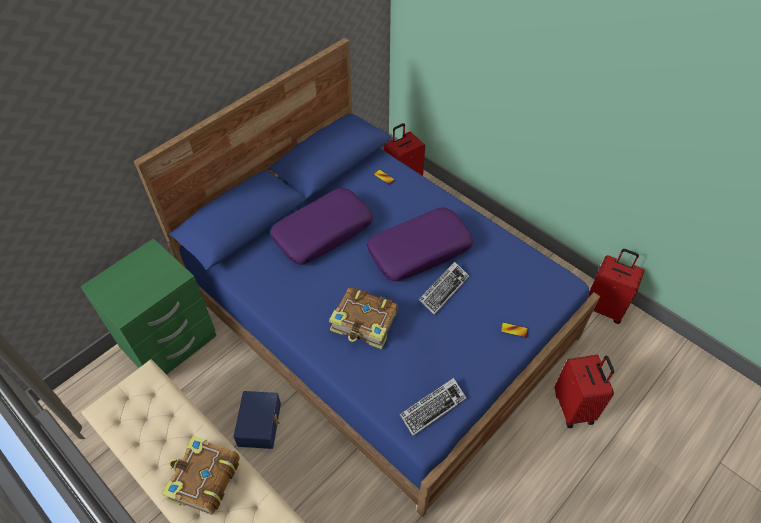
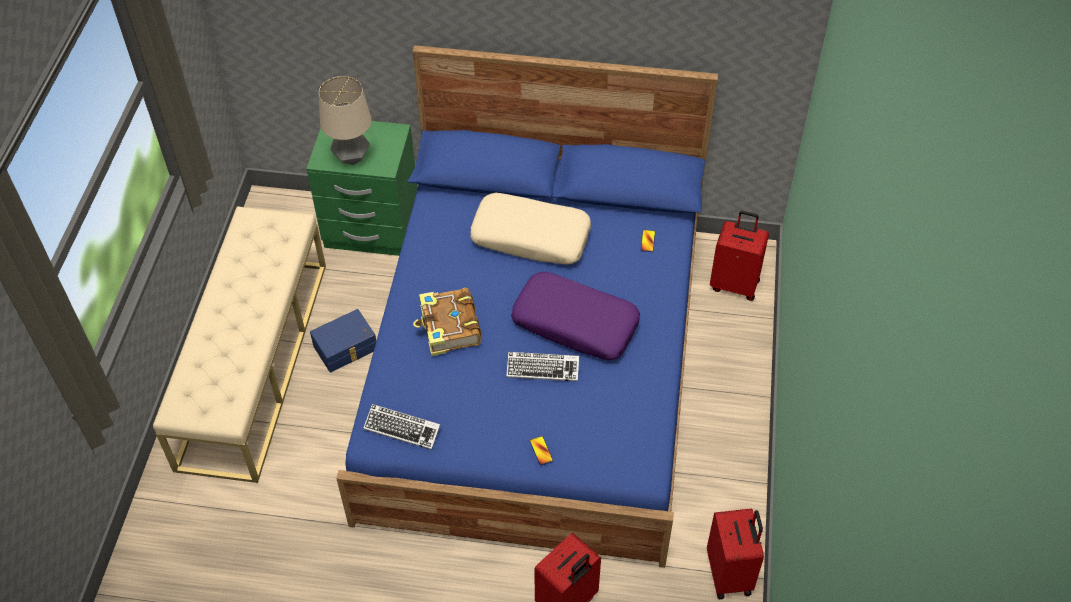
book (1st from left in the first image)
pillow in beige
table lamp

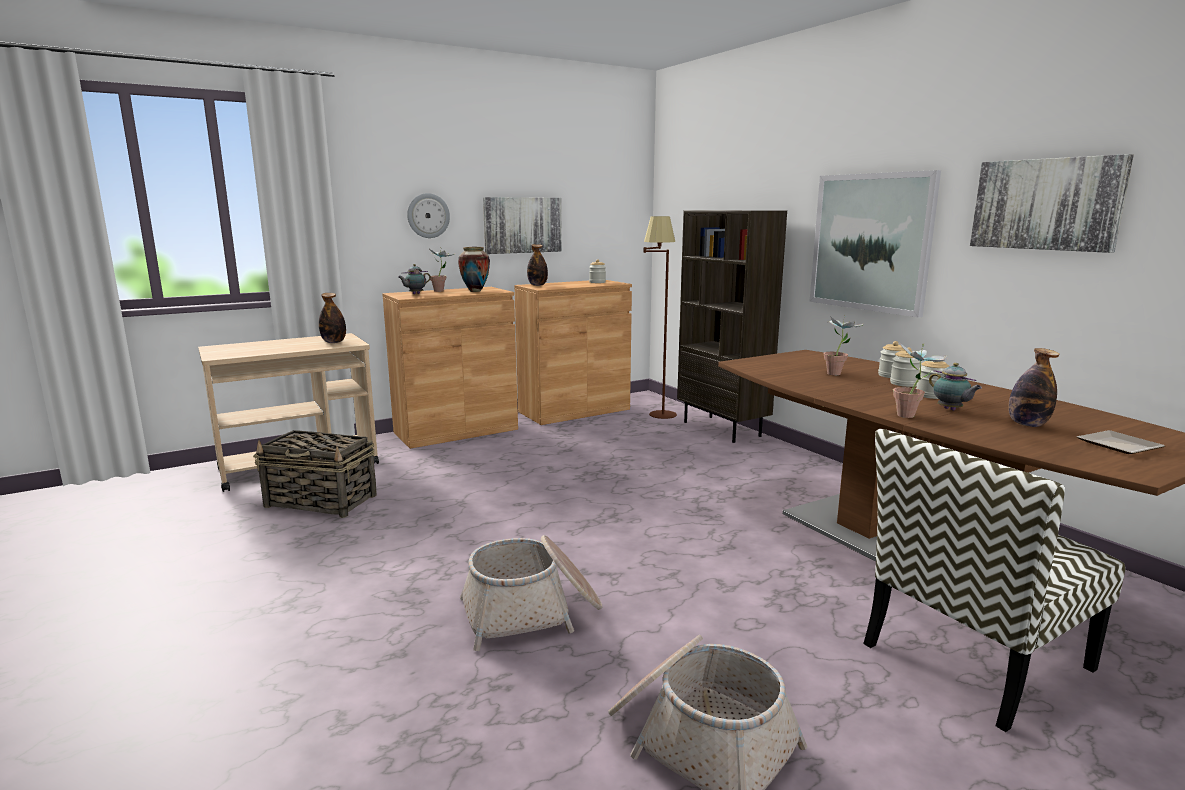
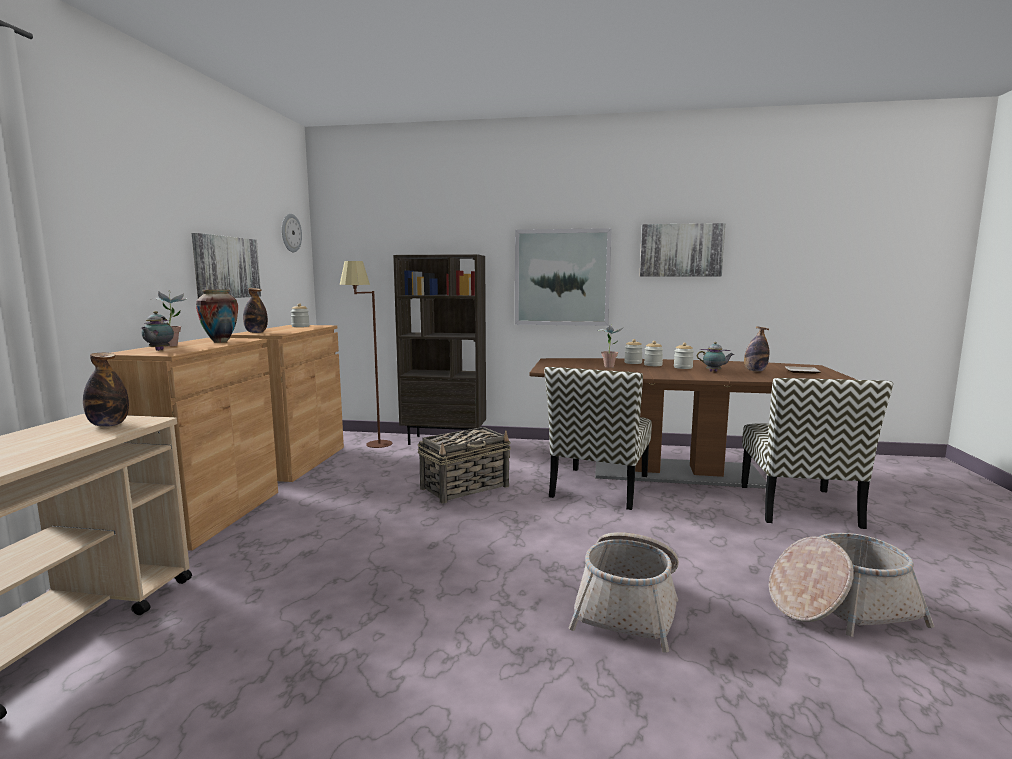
basket (1st from left)
wall clock
potted plant (3rd from left in the first image)
chair (1st from left)

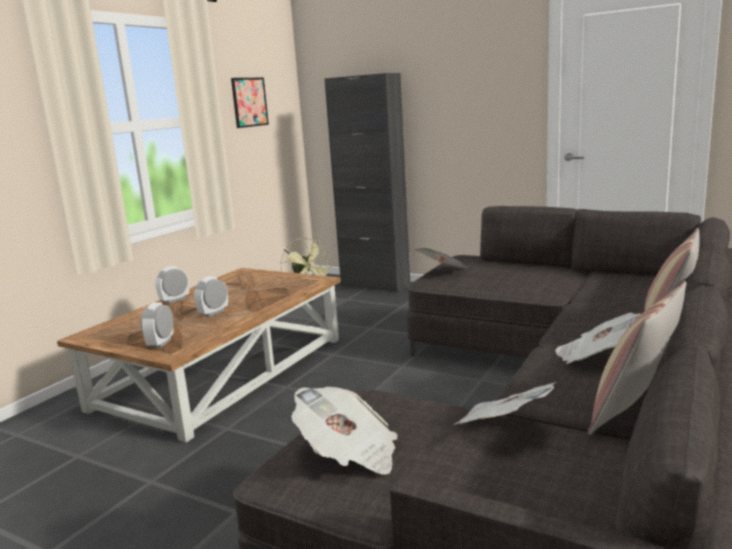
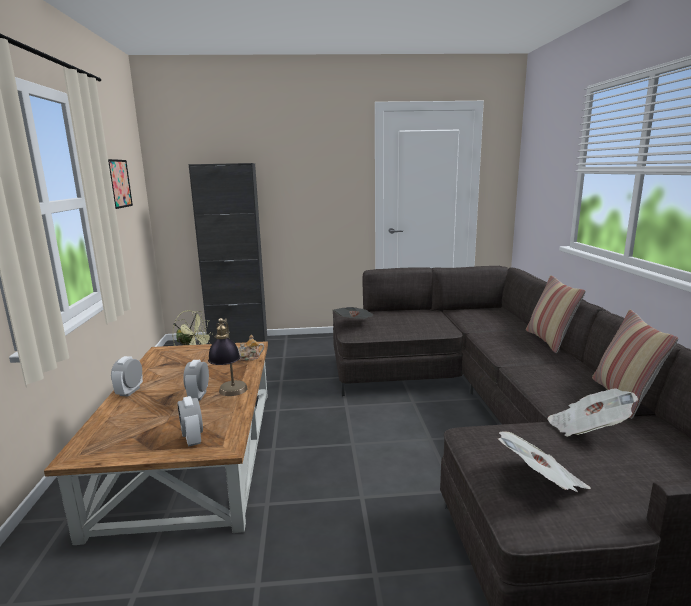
newspaper (4th from left in the first image)
table lamp
teapot

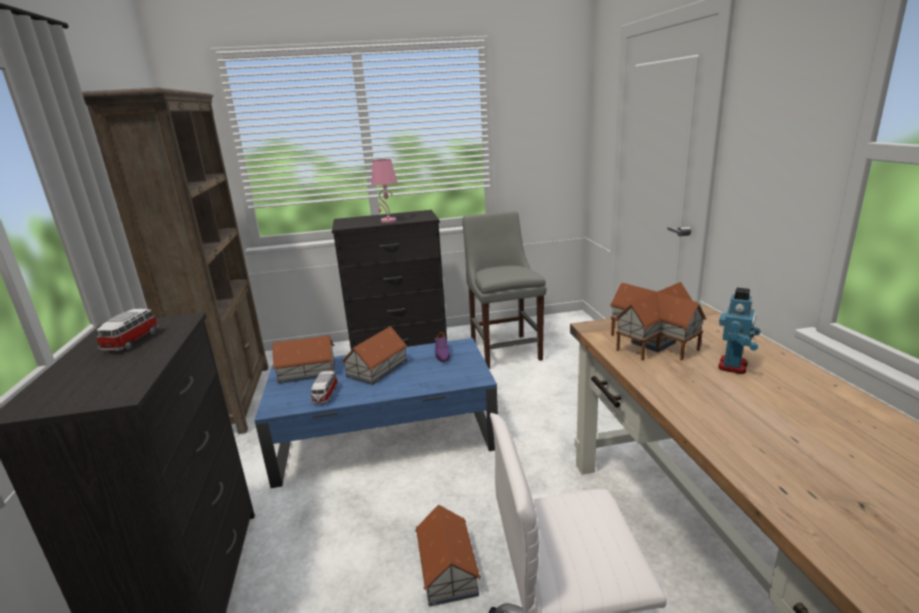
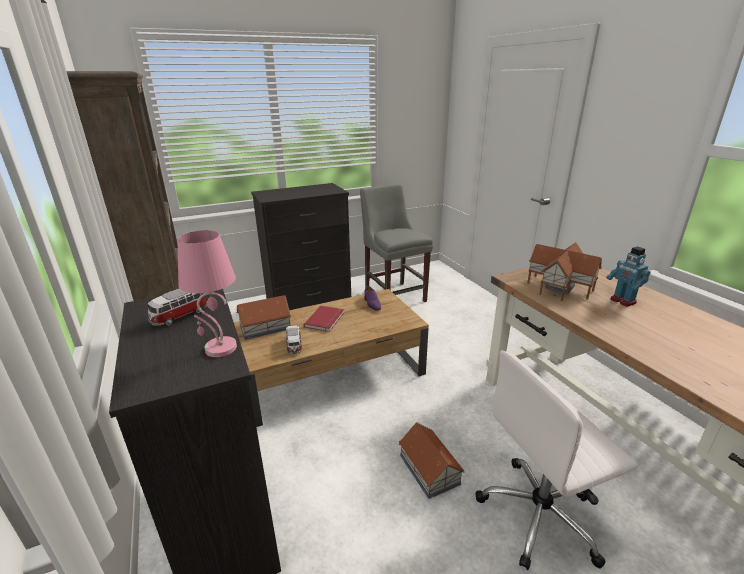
toy car (1st from left)
coffee table in brown
book in red
table lamp in pink
toy robot

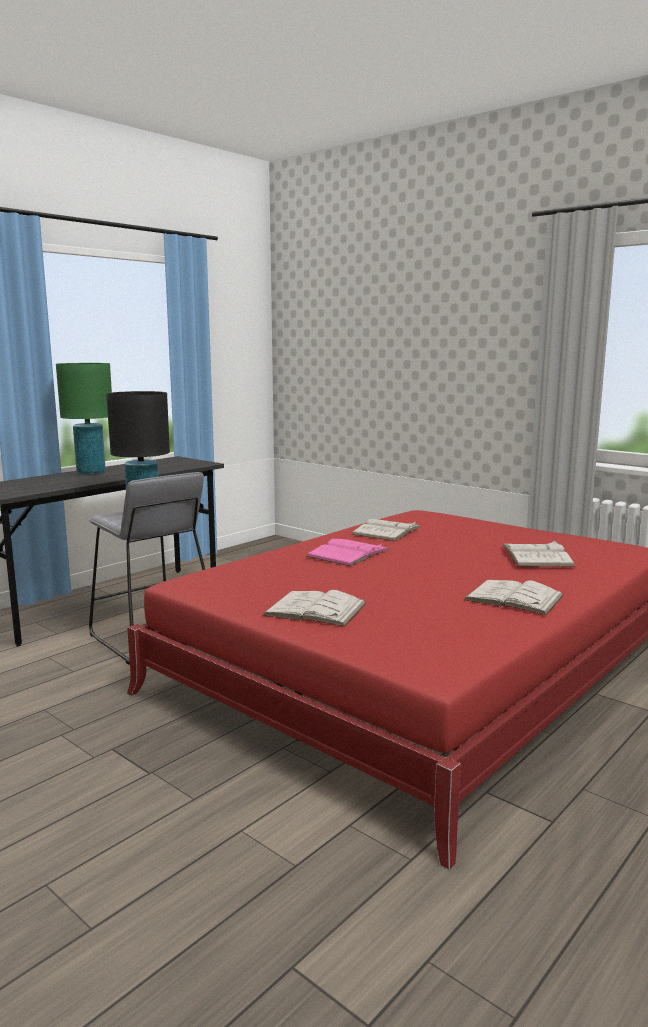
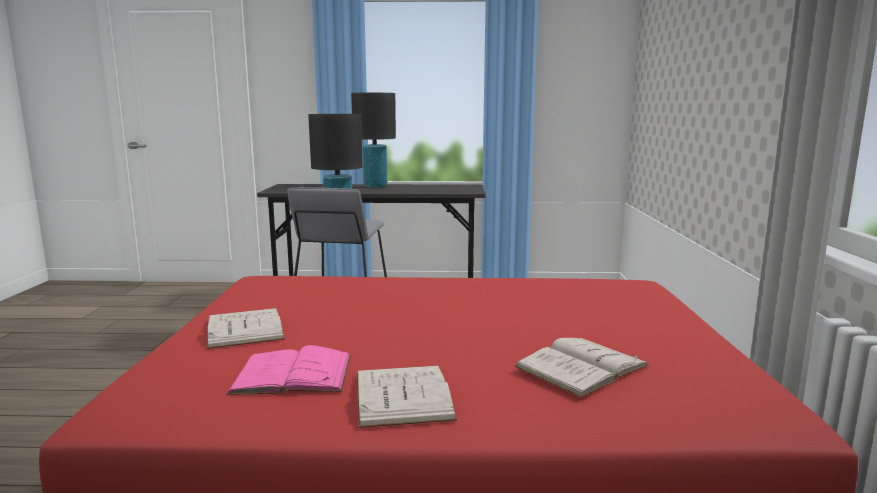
table lamp in black (2nd from left)
book in pink
book in white (2nd from left in the first image)

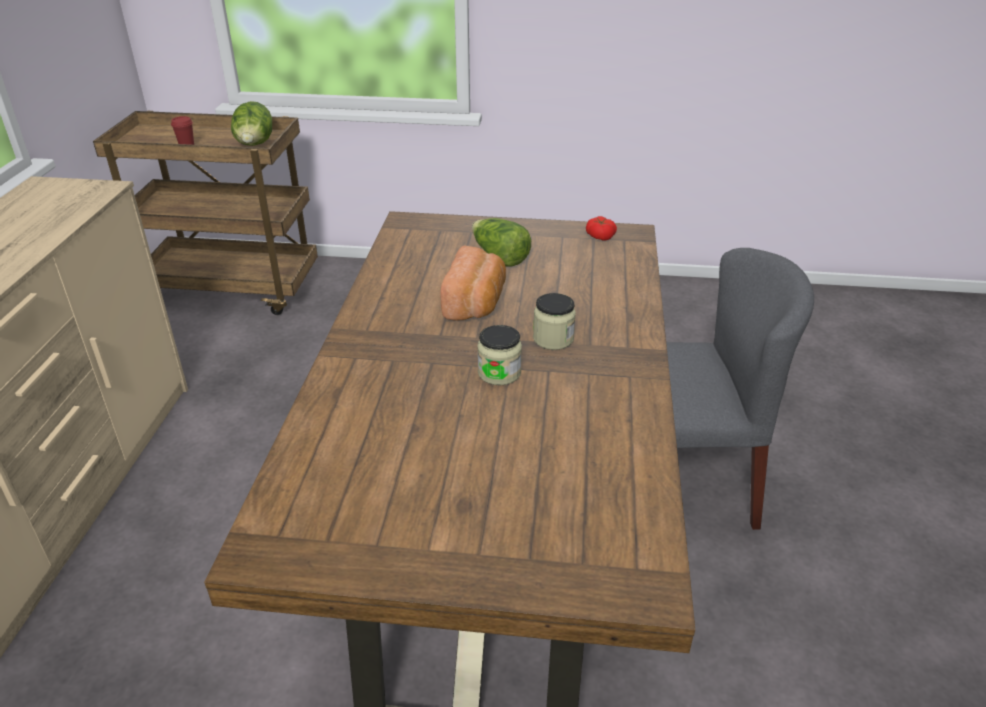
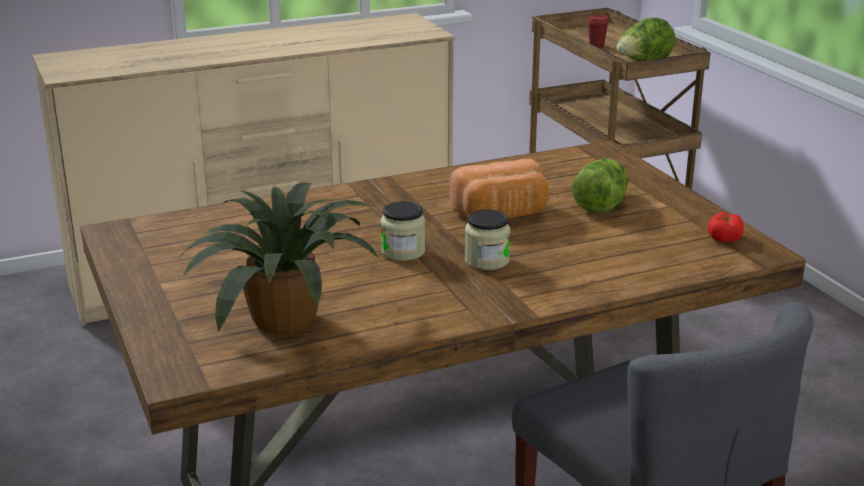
potted plant

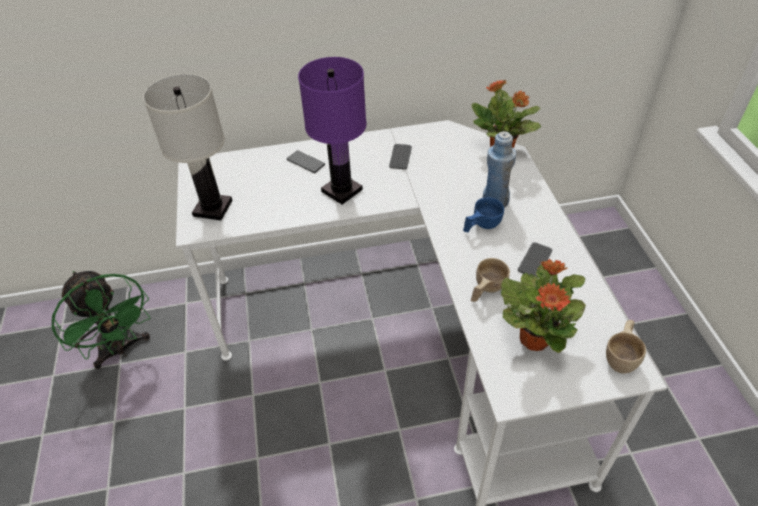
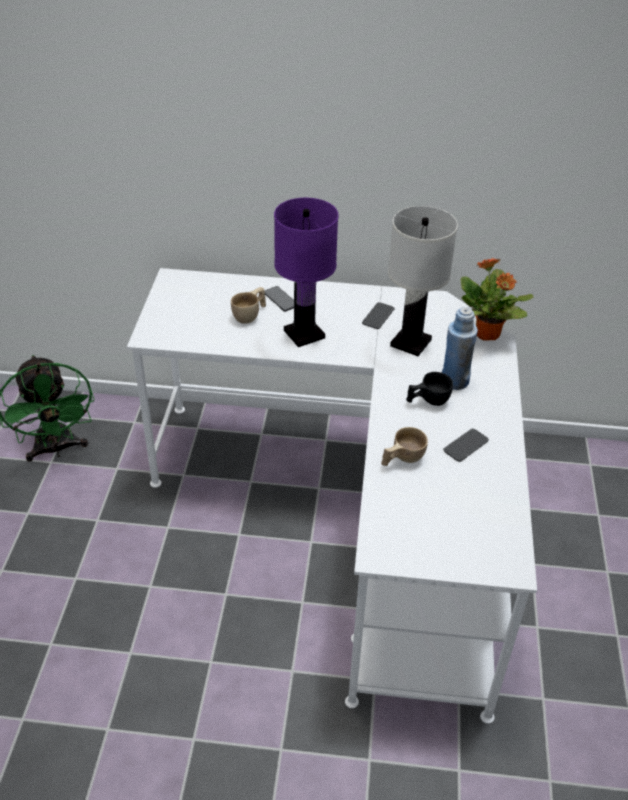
table lamp in white
cup in black
potted plant (2nd from left in the first image)
cup in beige (1st from left)

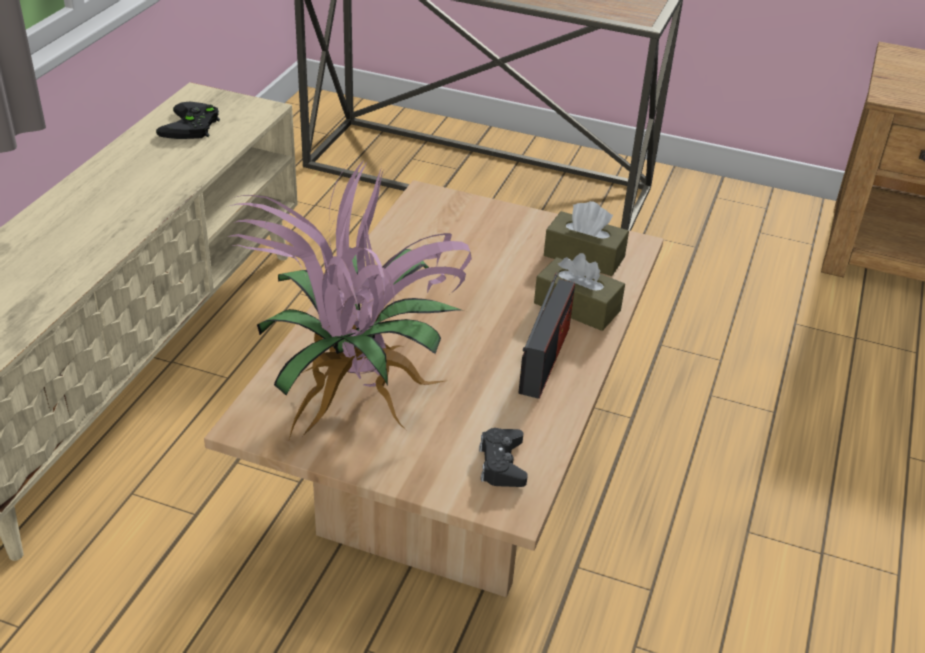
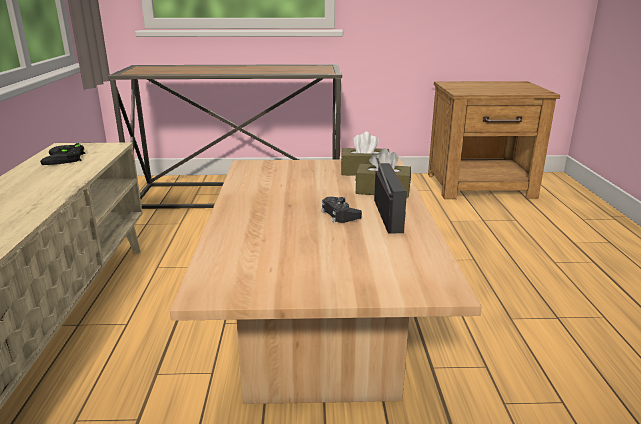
potted plant
game controller in black (2nd from left)

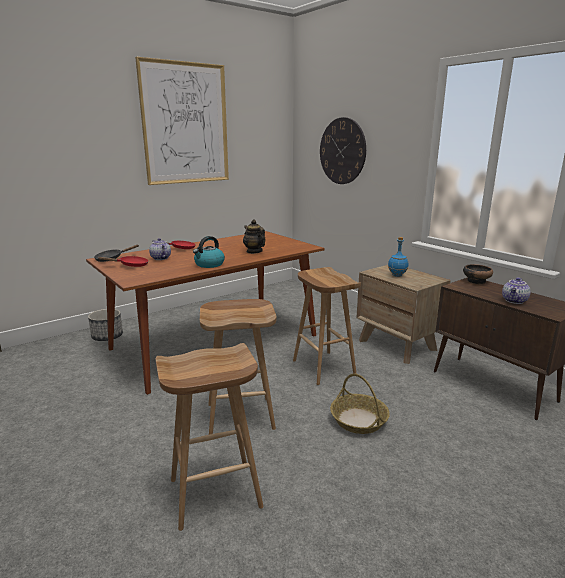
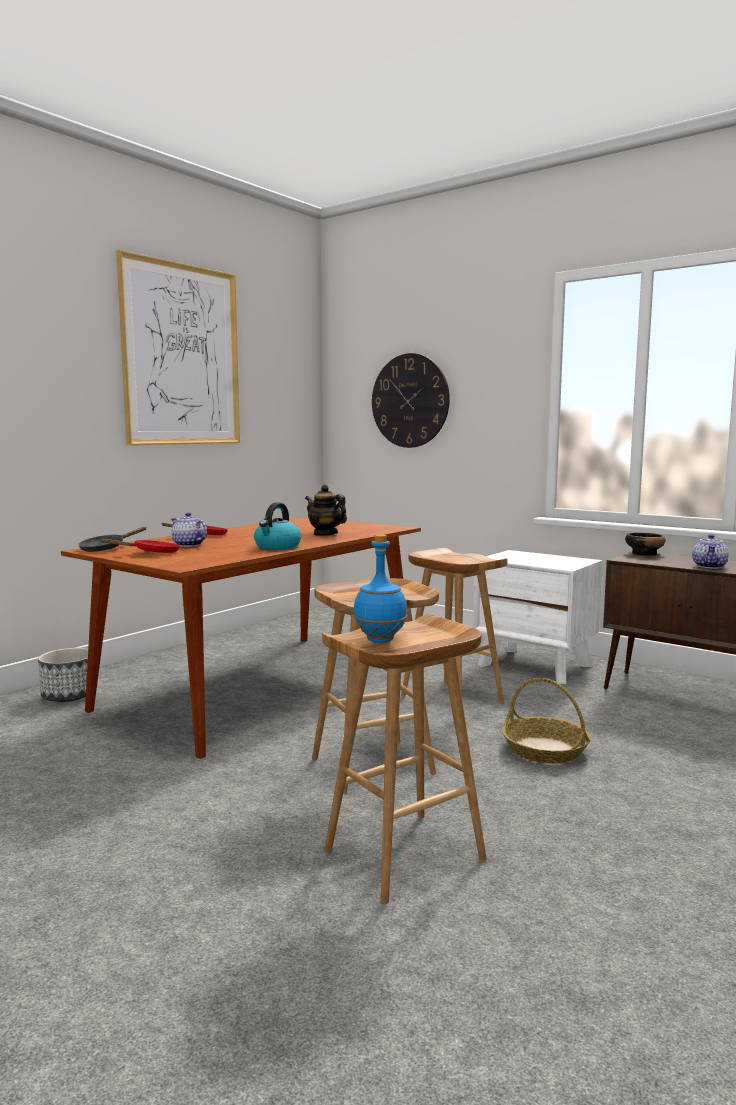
nightstand in white
bottle in blue

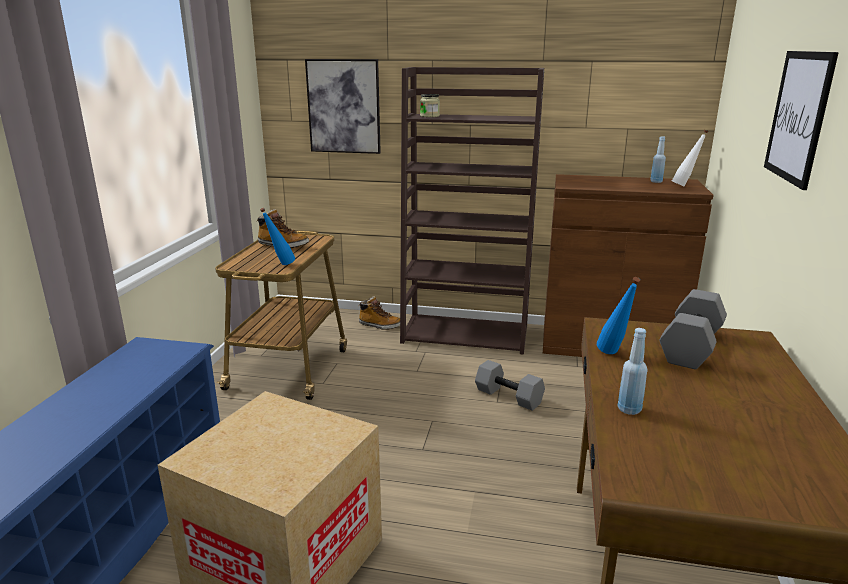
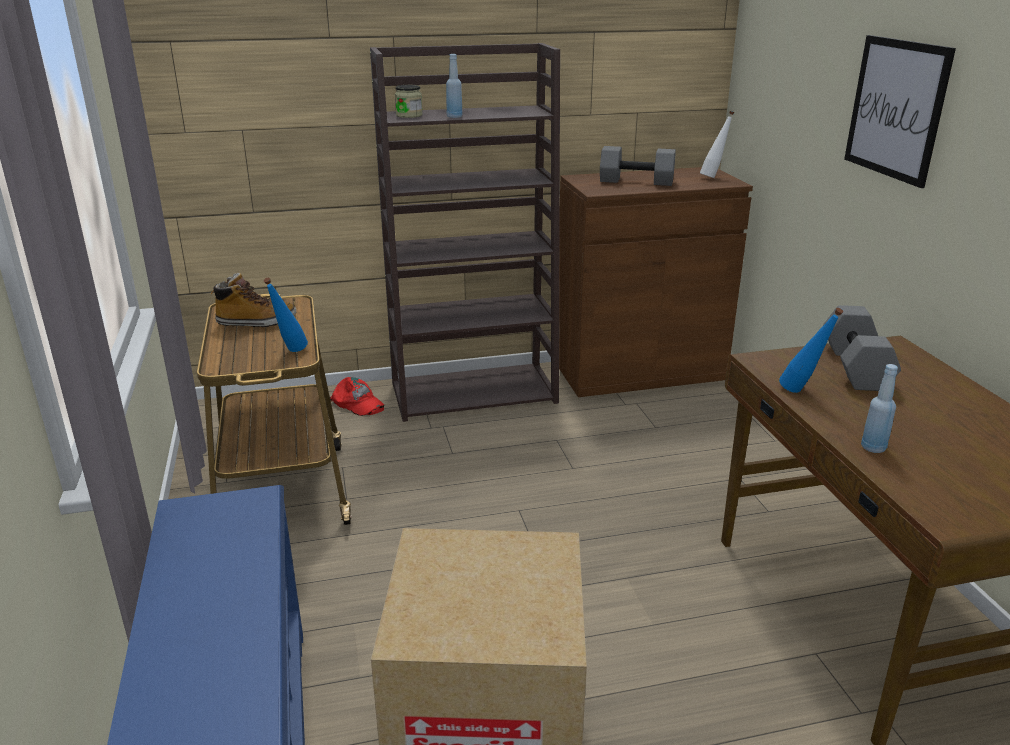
picture (1st from left in the first image)
cap in red
dumbbell in grey (1st from left)
bottle in blue (2nd from left)

